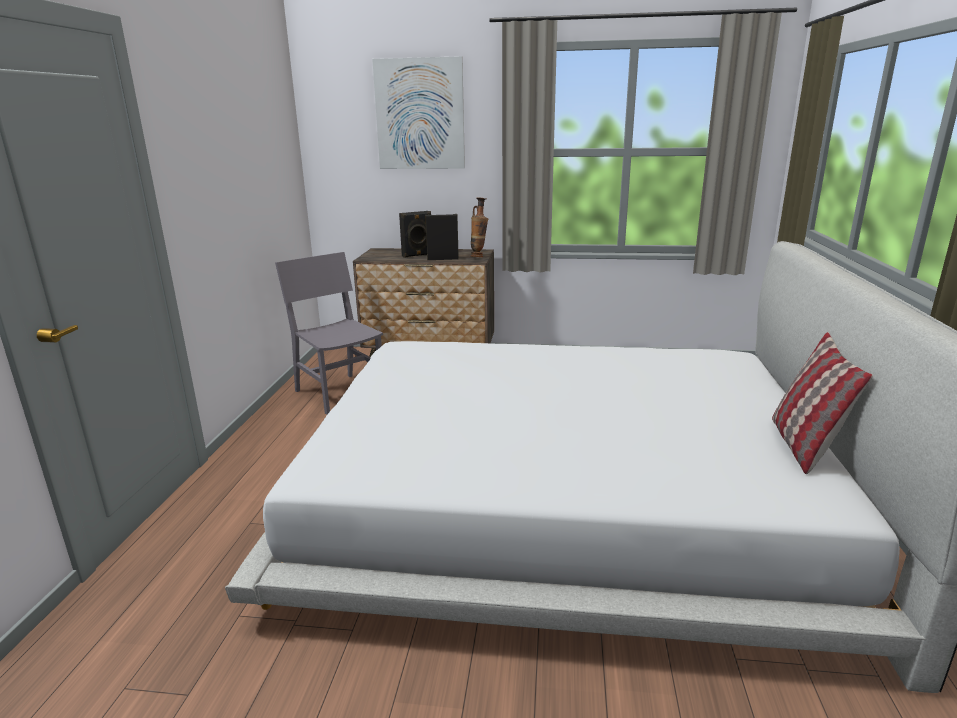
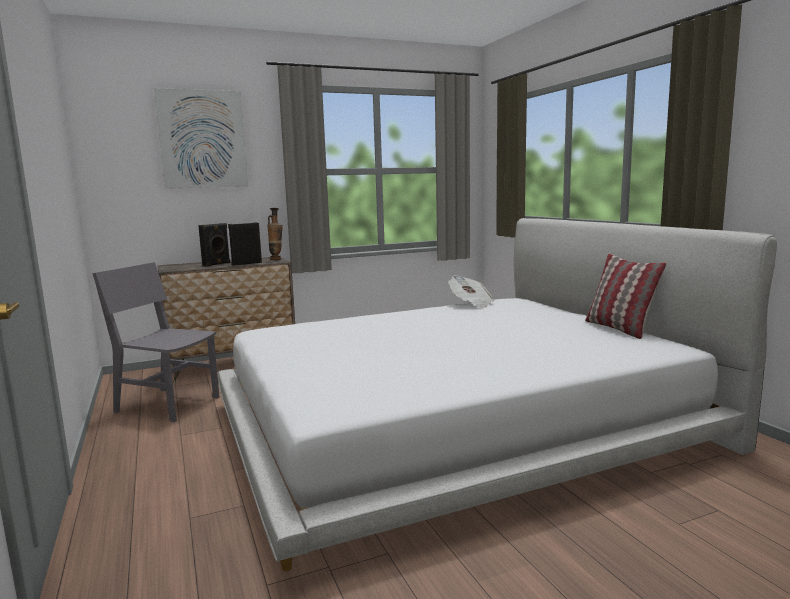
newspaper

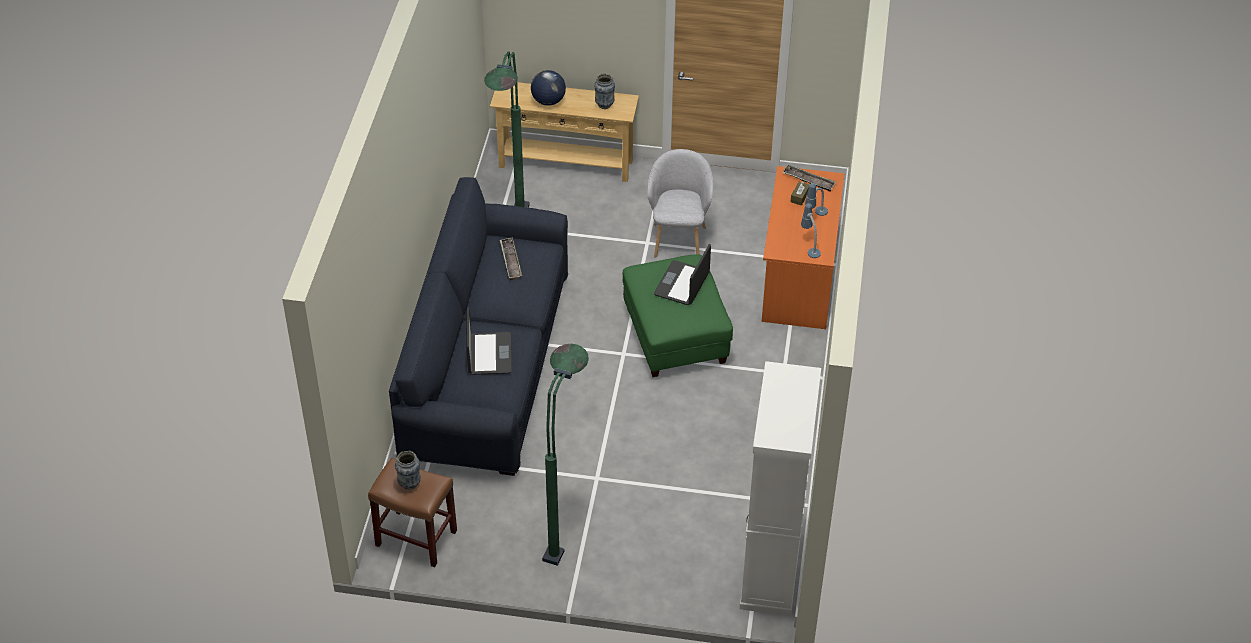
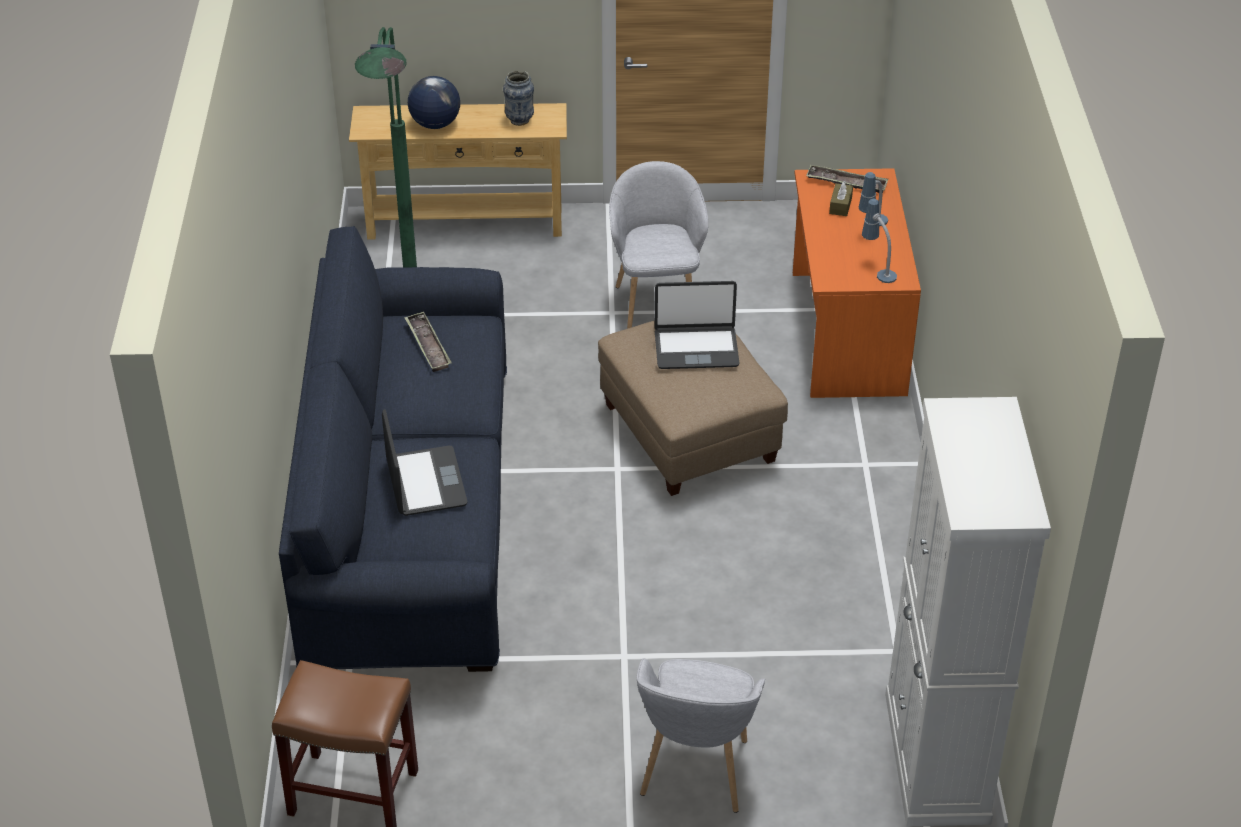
vase (1st from left in the first image)
floor lamp in green (2nd from left in the first image)
ottoman in beige
laptop (2nd from left)
armchair in grey (2nd from left)

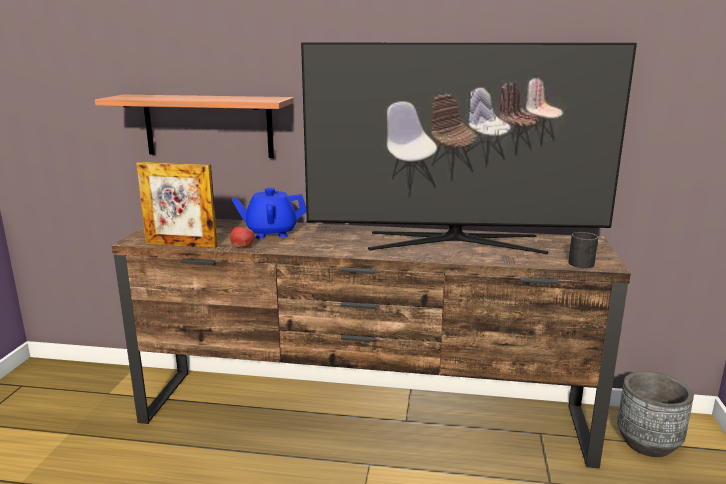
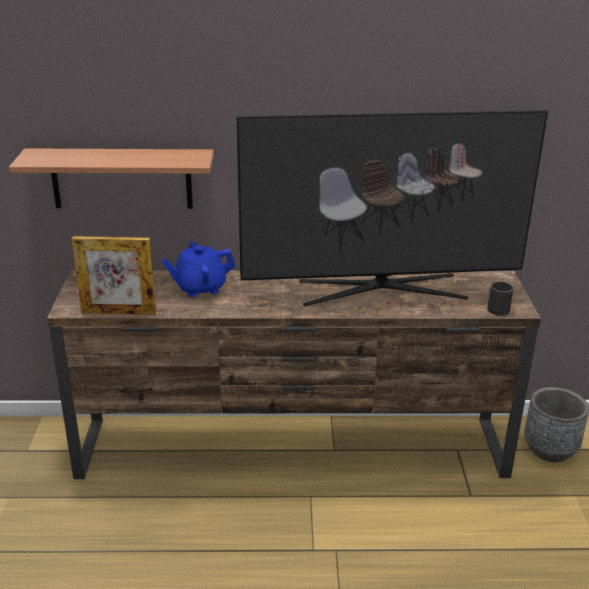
apple

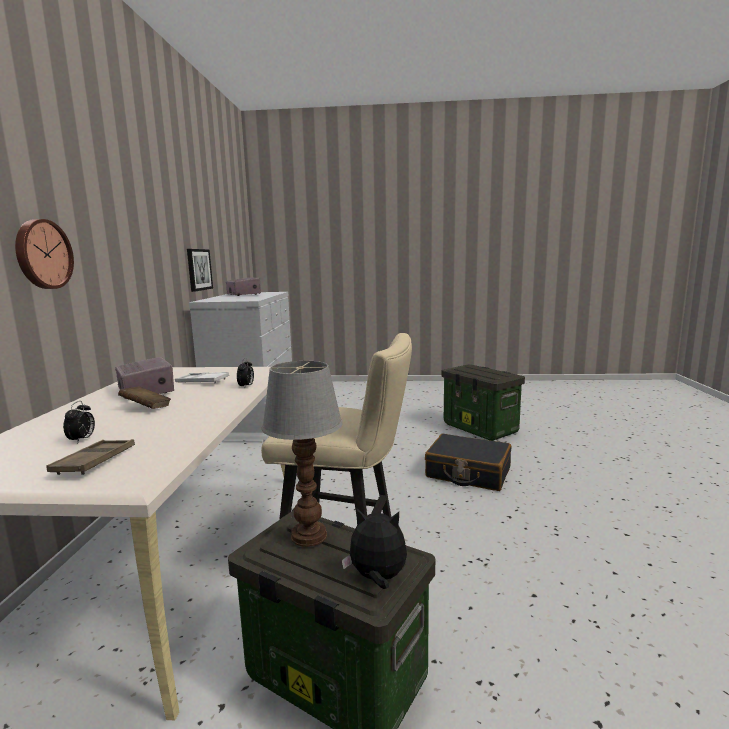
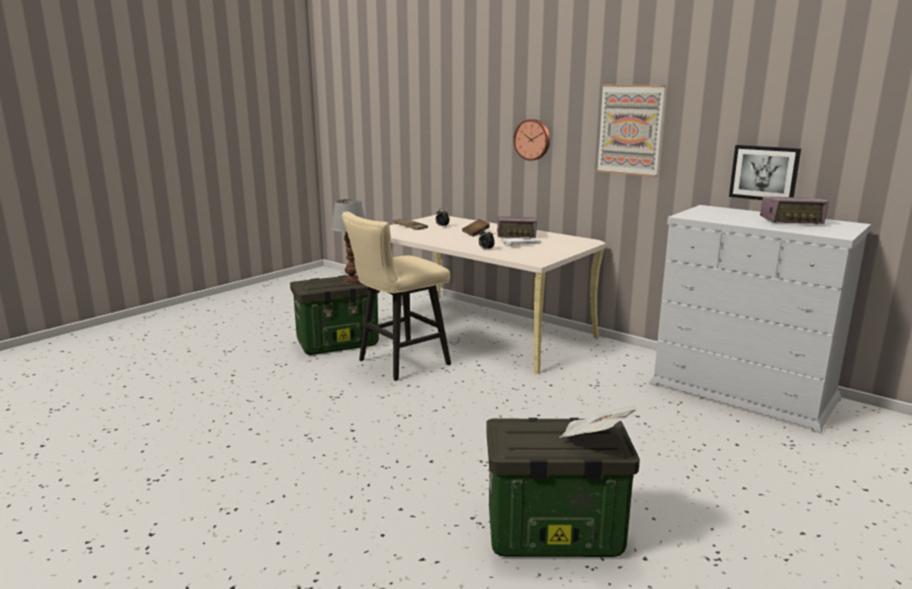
plush toy
suitcase in black
newspaper
picture (1st from left)

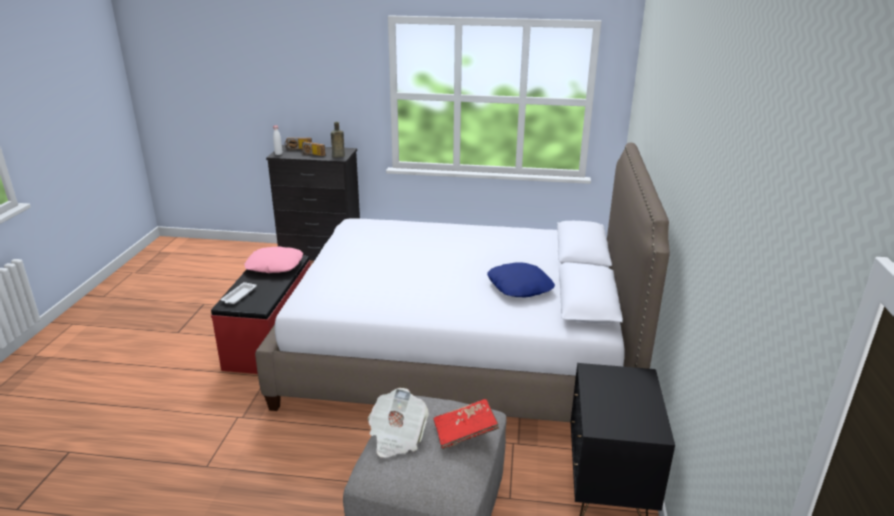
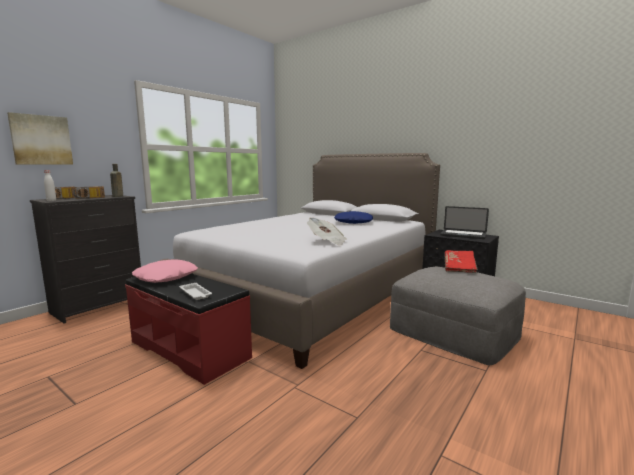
newspaper
picture
laptop

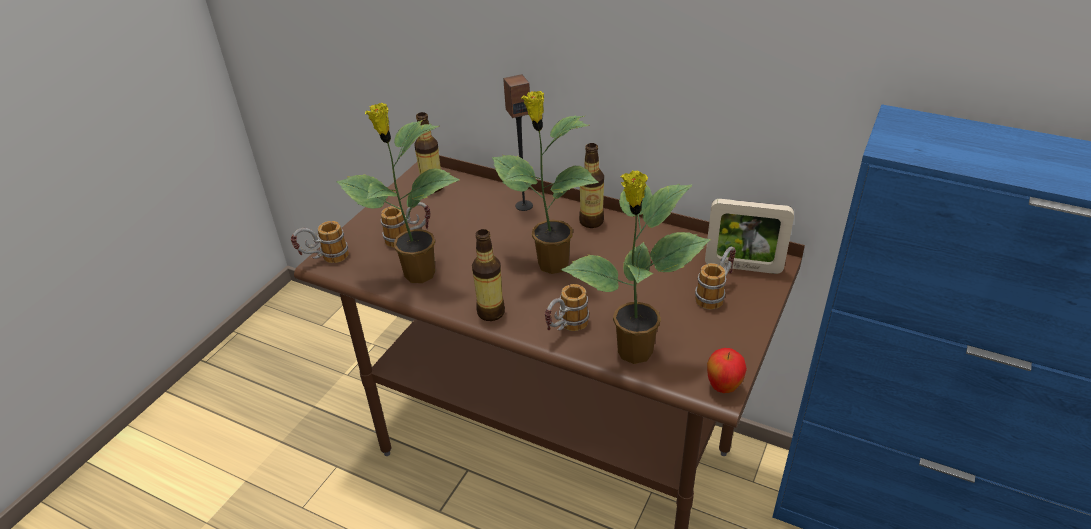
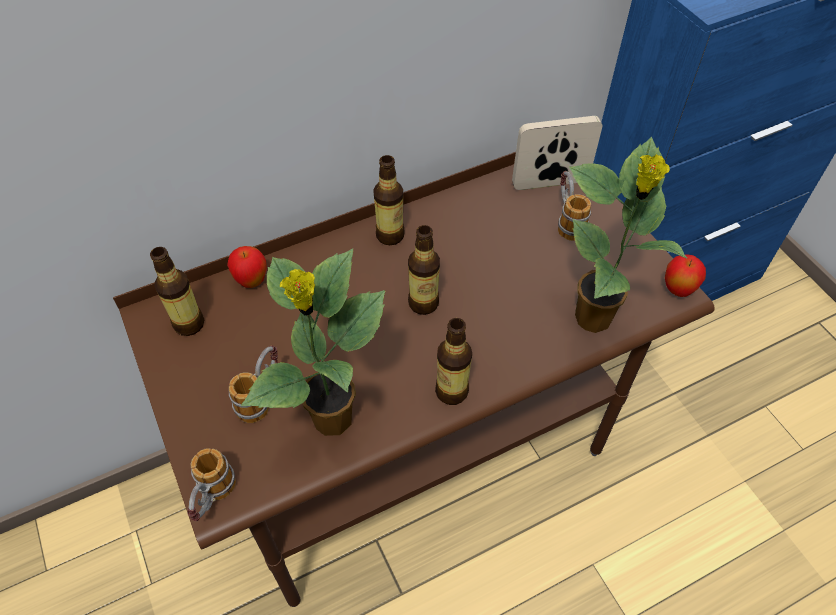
bottle (3rd from left)
speaker
mug (3rd from left in the first image)
picture frame
apple (1st from left)

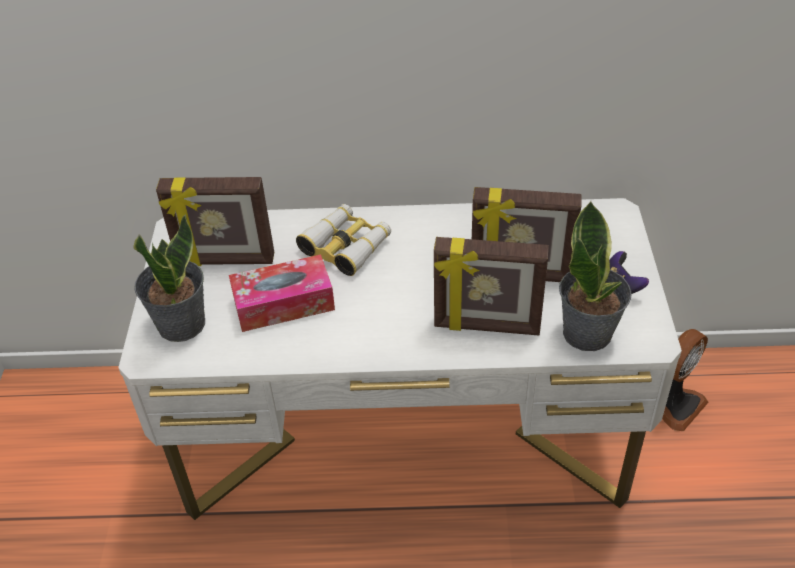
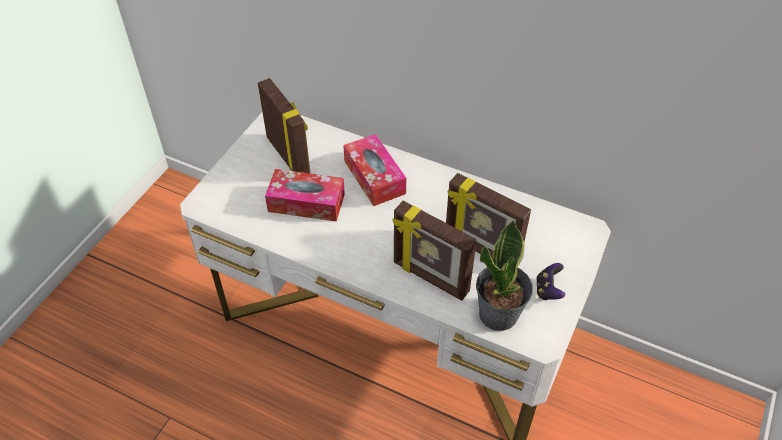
potted plant (1st from left in the first image)
picture frame (1st from left)
tissue box (2nd from left)
fan

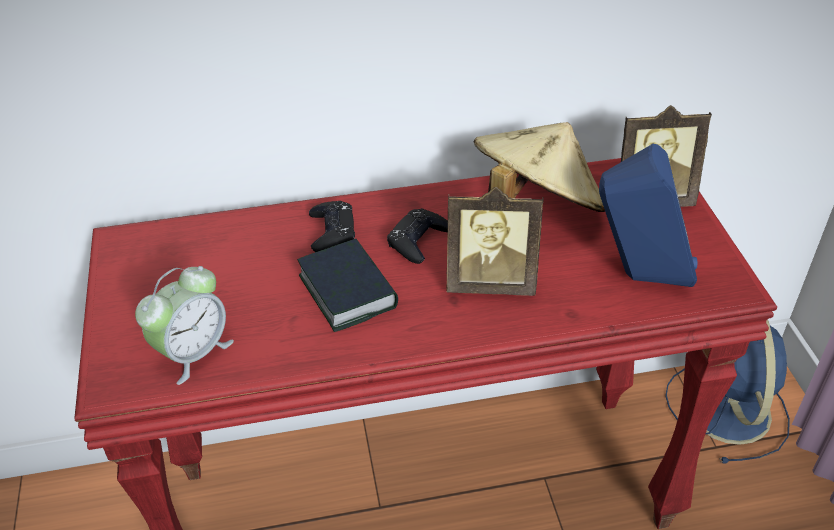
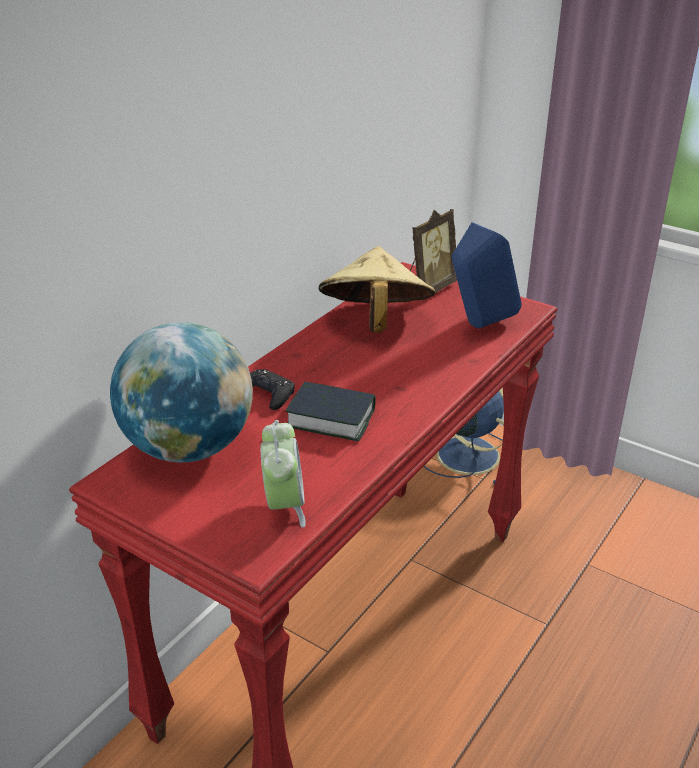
game controller in black (2nd from left in the first image)
picture frame (1st from left in the first image)
globe

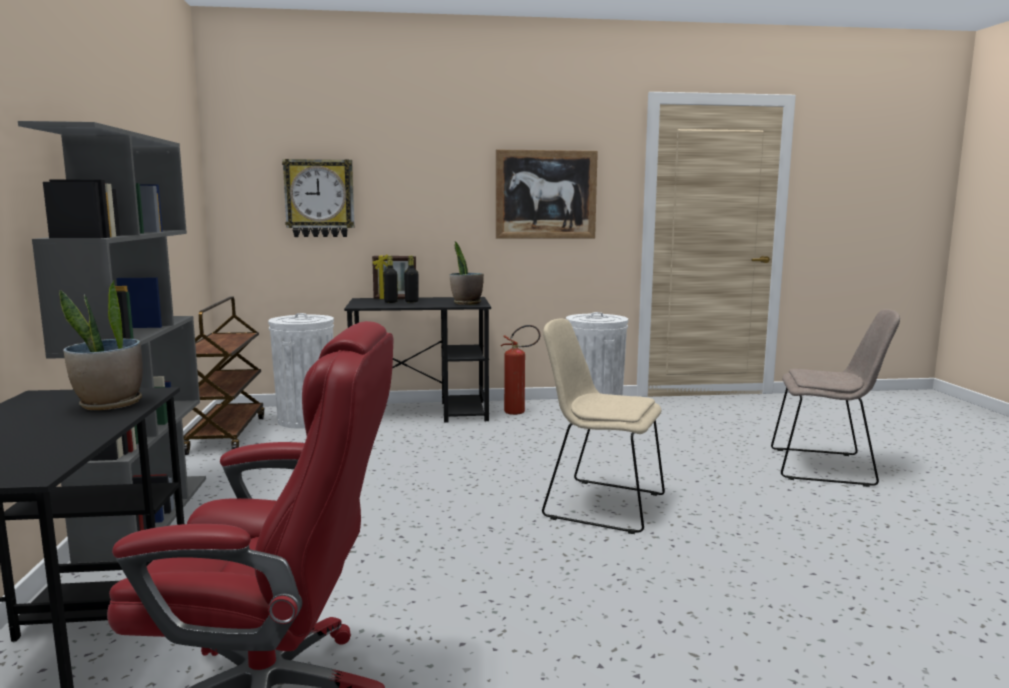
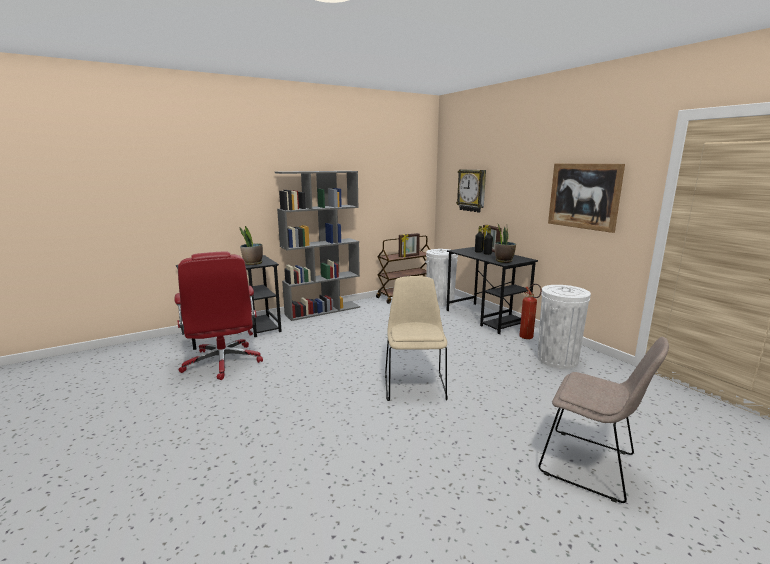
chair in beige (2nd from left)
picture frame (1st from left)

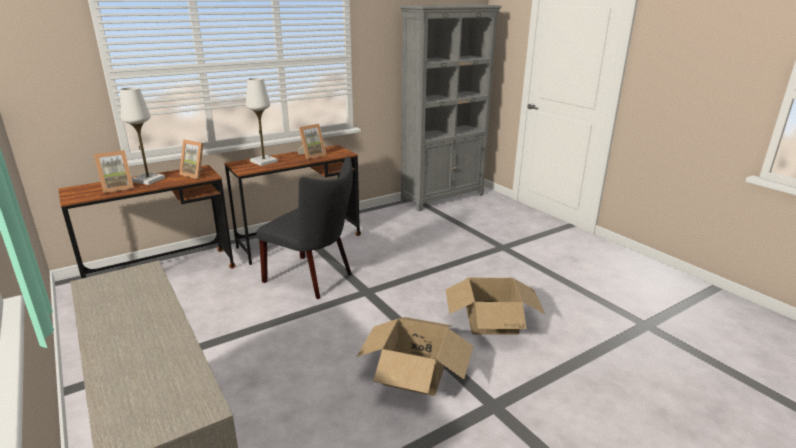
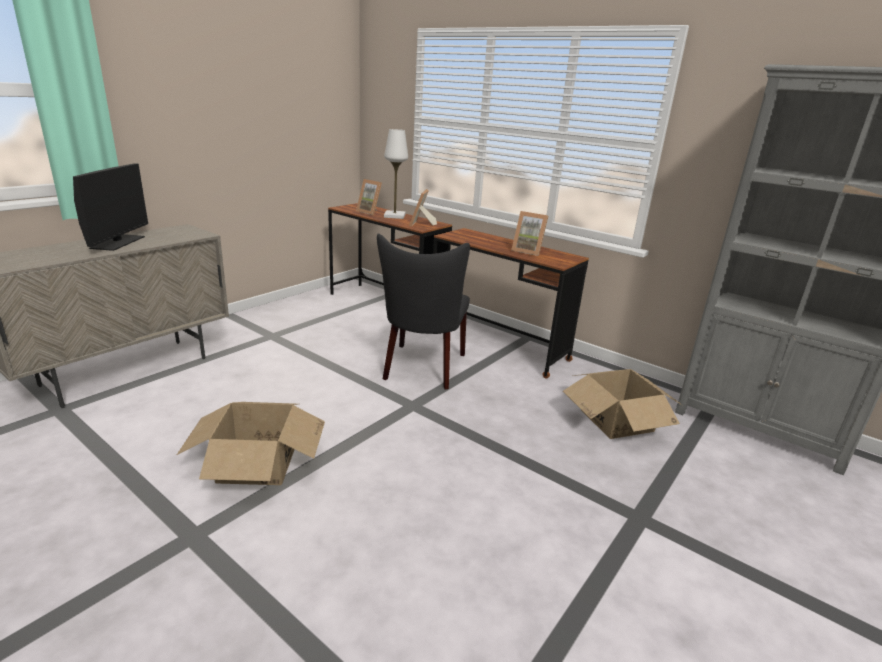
table lamp in white (2nd from left in the first image)
cardboard box (2nd from left)
monitor

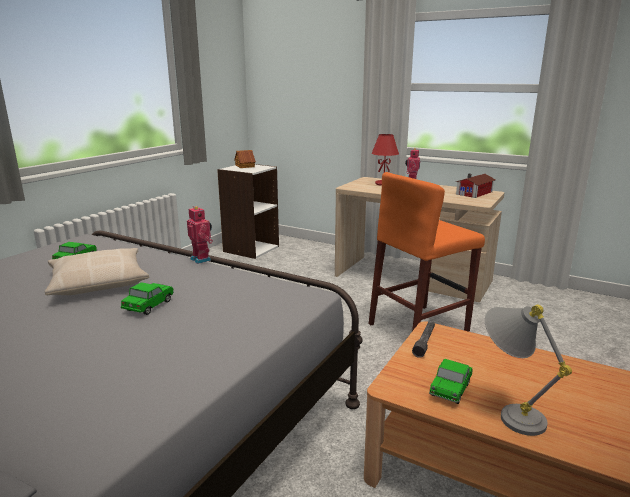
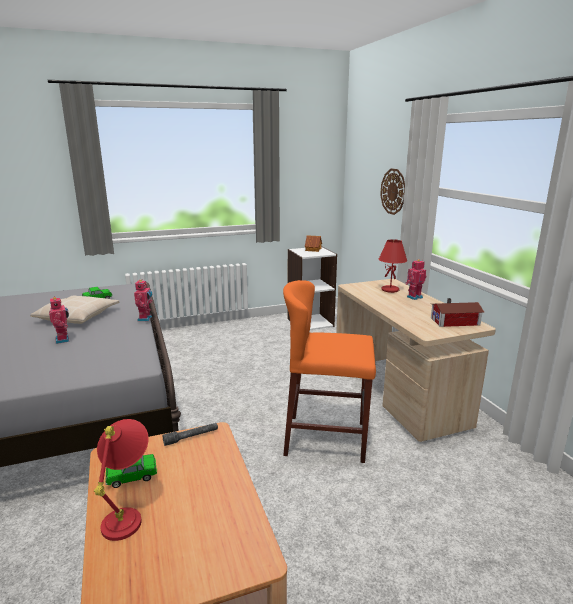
toy robot (1st from left)
table lamp in red (1st from left)
wall clock

